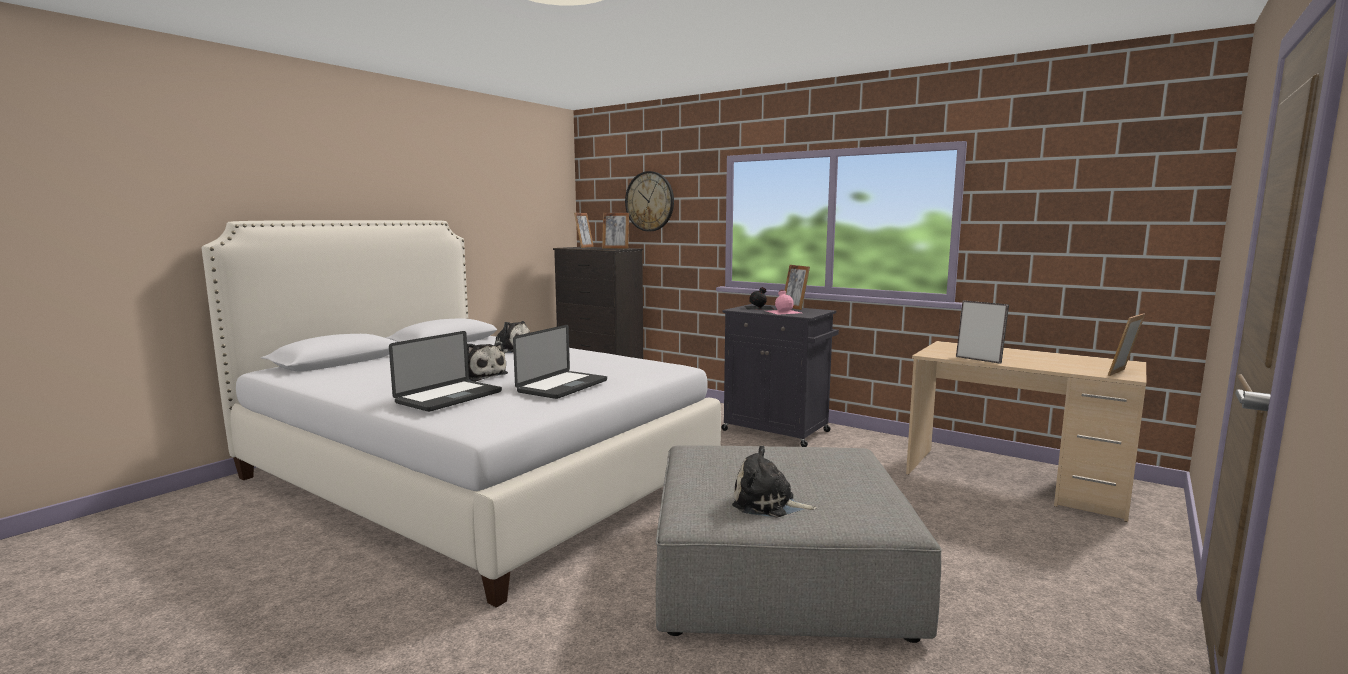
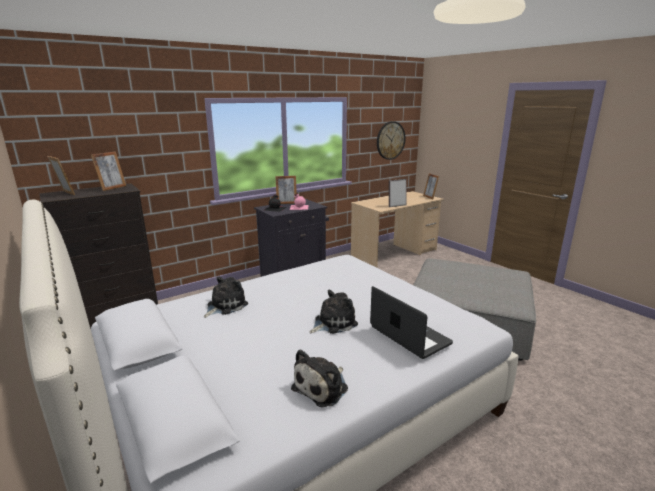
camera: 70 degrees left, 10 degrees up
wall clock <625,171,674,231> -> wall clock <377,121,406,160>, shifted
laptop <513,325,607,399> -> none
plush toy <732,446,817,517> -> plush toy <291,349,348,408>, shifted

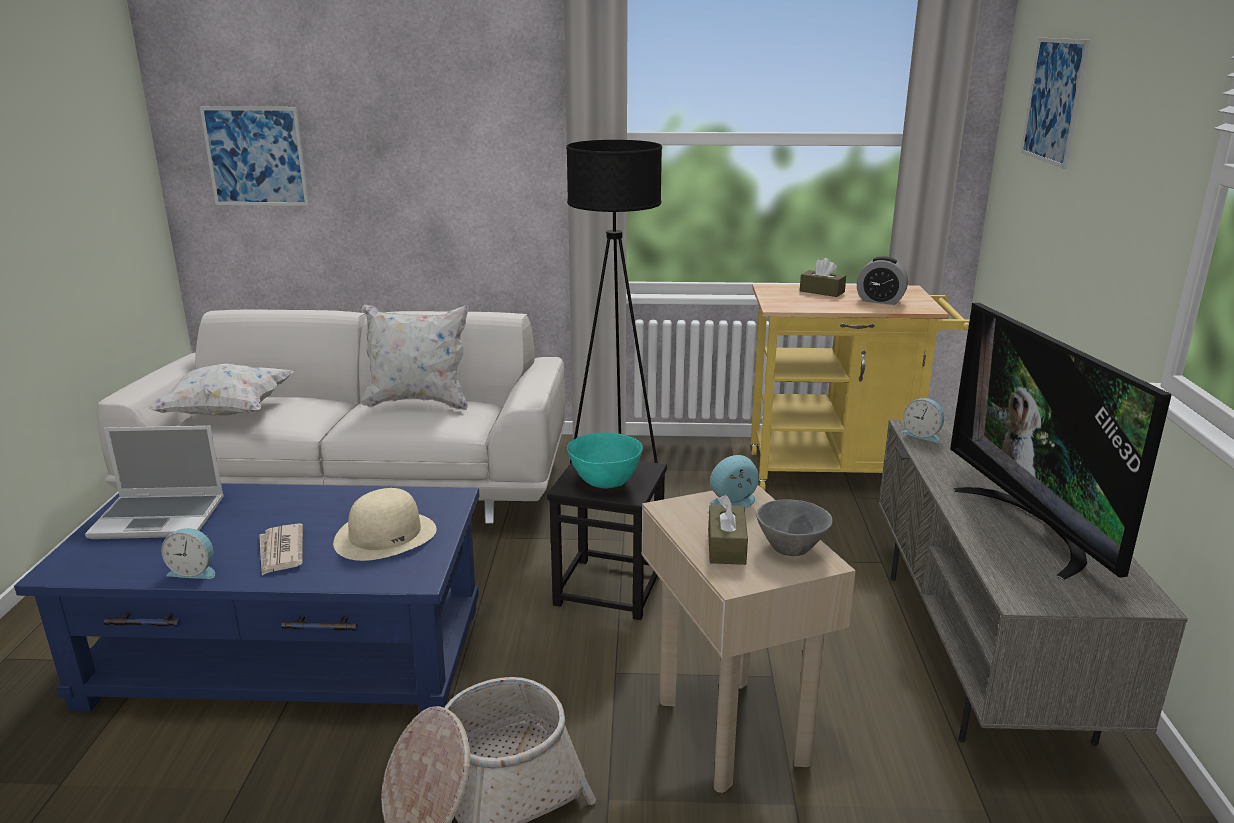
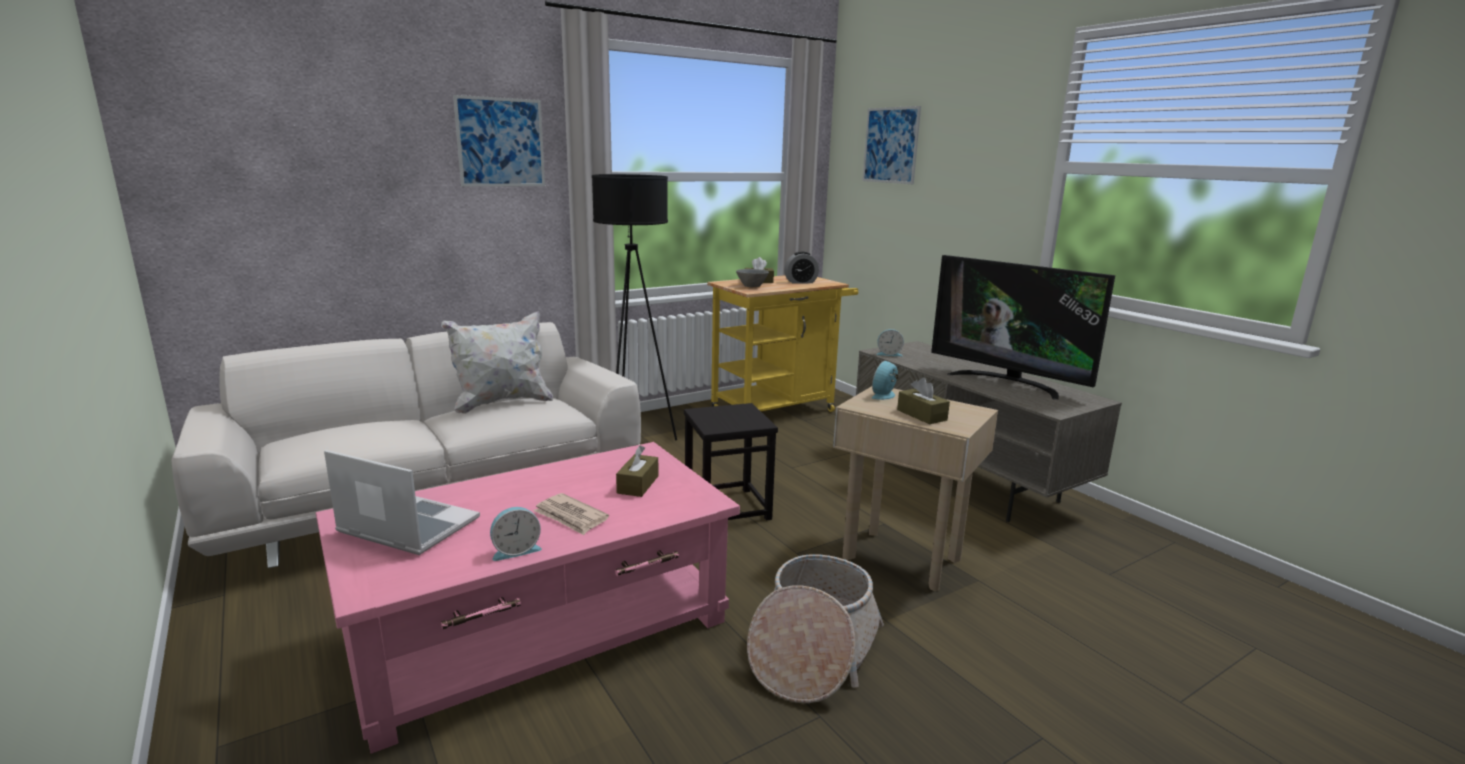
camera: 35 degrees left, 5 degrees down
picture <200,107,309,206> -> picture <453,95,545,187>, shifted
white pillow <146,363,294,416> -> none
laptop <85,426,224,539> -> laptop <324,450,480,555>, 120 degrees counterclockwise
turquoise bowl <567,433,643,489> -> none
blue coffee table <14,483,479,713> -> pink coffee table <315,442,740,754>
beige hat <333,488,437,561> -> brown tissue box <616,445,658,497>
grey bowl <756,499,833,556> -> grey bowl <736,269,769,287>, shifted

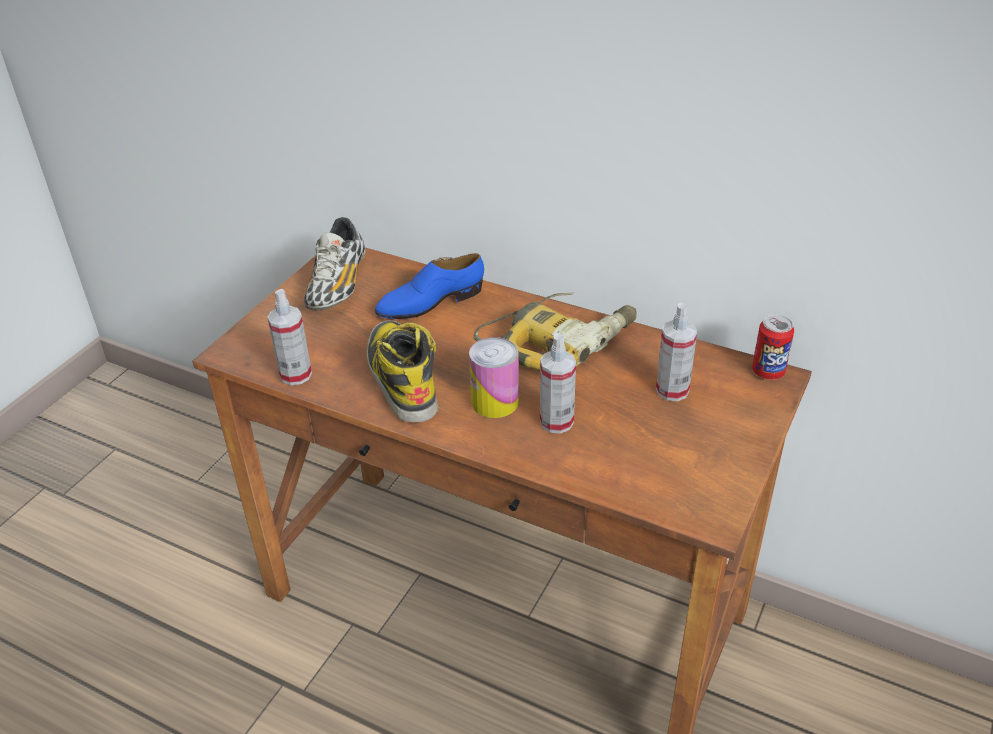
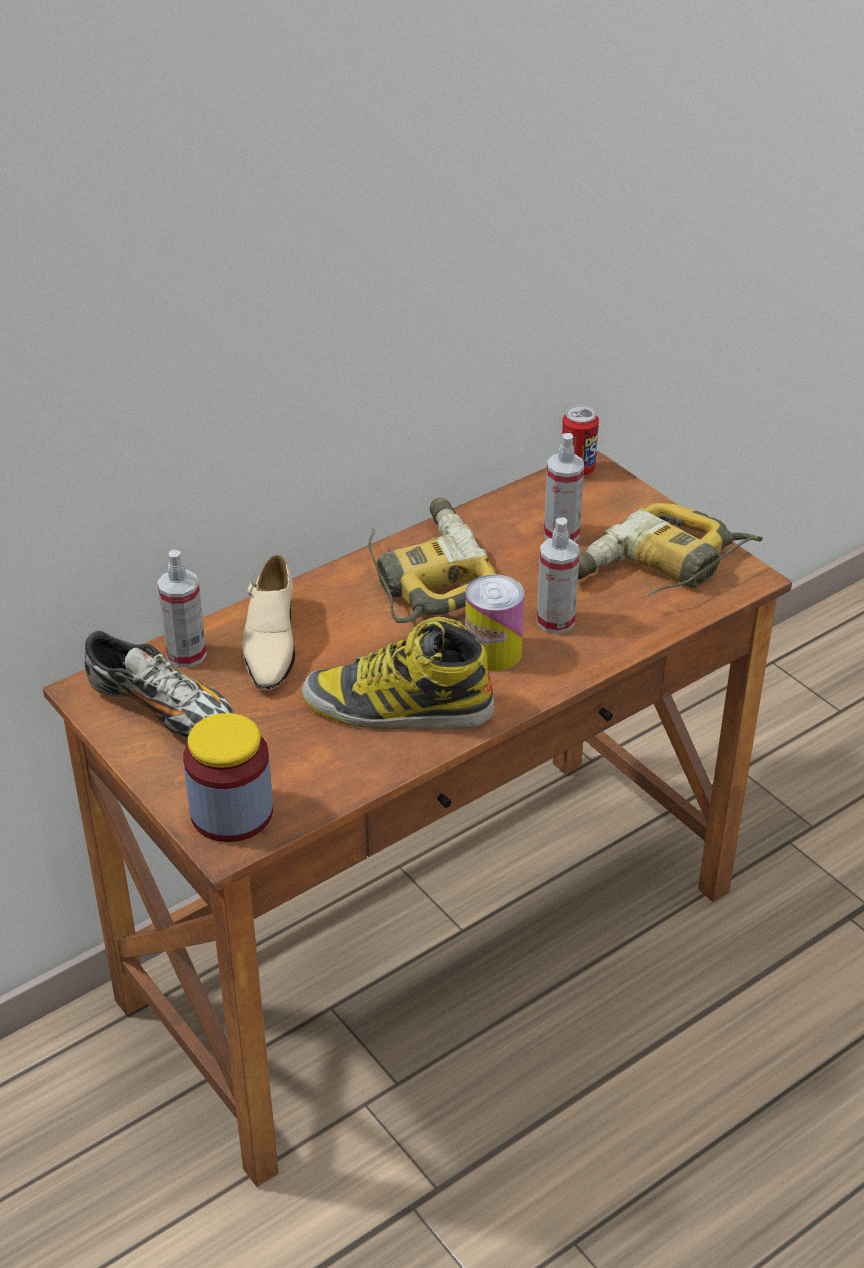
camera: 65 degrees left, 0 degrees up
blue shoe <375,253,484,319> -> beige shoe <242,555,295,690>
spray bottle <267,289,312,385> -> spray bottle <157,550,207,667>, shifted
none -> power drill <578,503,763,596>
none -> jar <183,713,273,842>

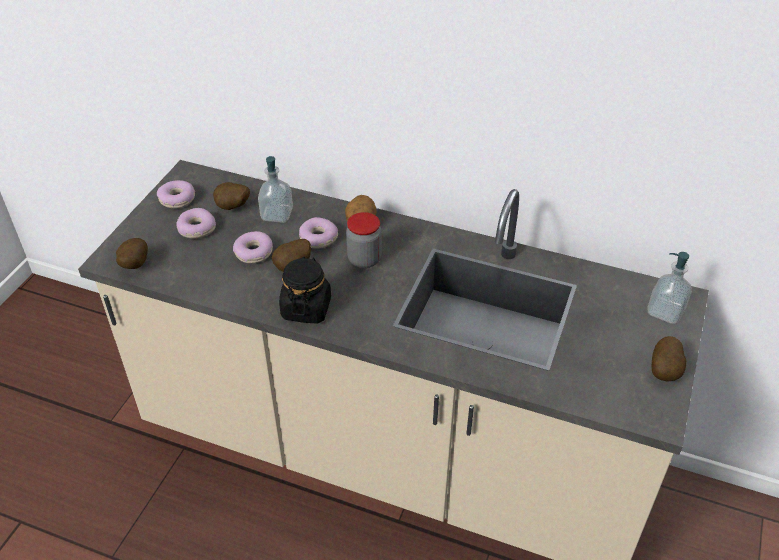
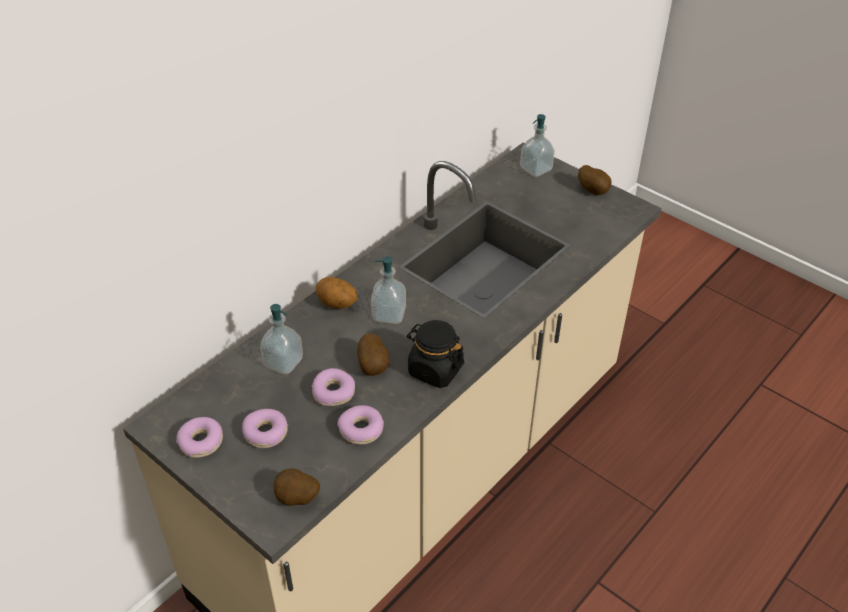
camera: 70 degrees left, 0 degrees up
potato <213,182,250,210> -> none
jar <346,212,382,268> -> soap dispenser <371,257,406,324>
donut <299,217,338,249> -> donut <337,405,384,445>, shifted

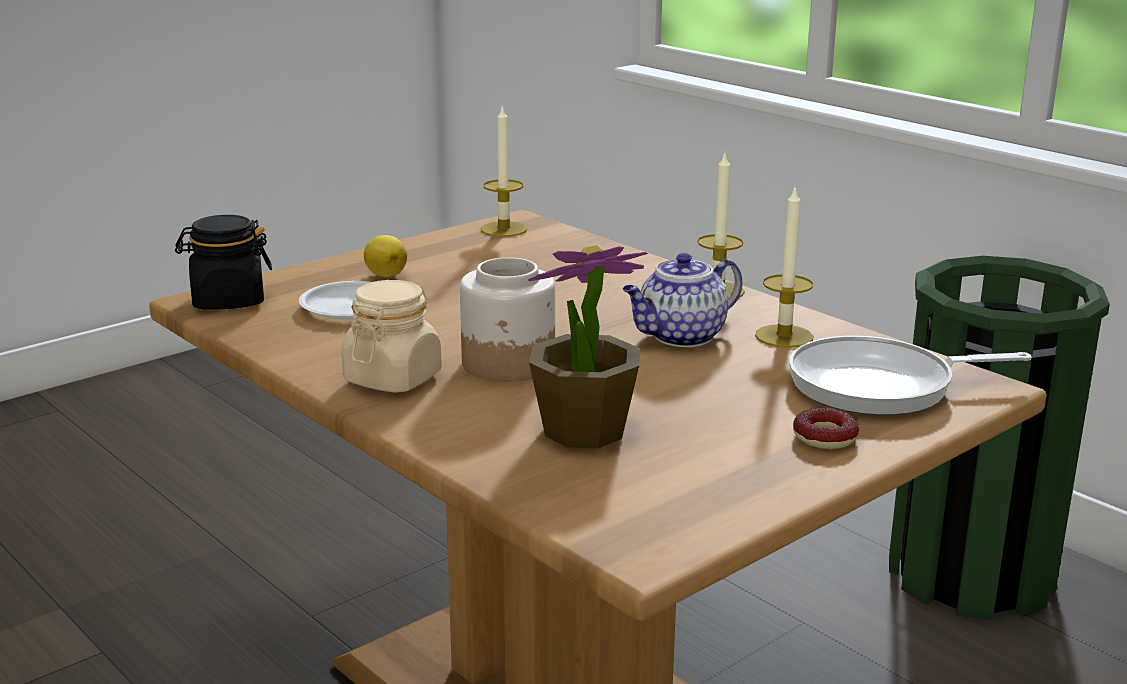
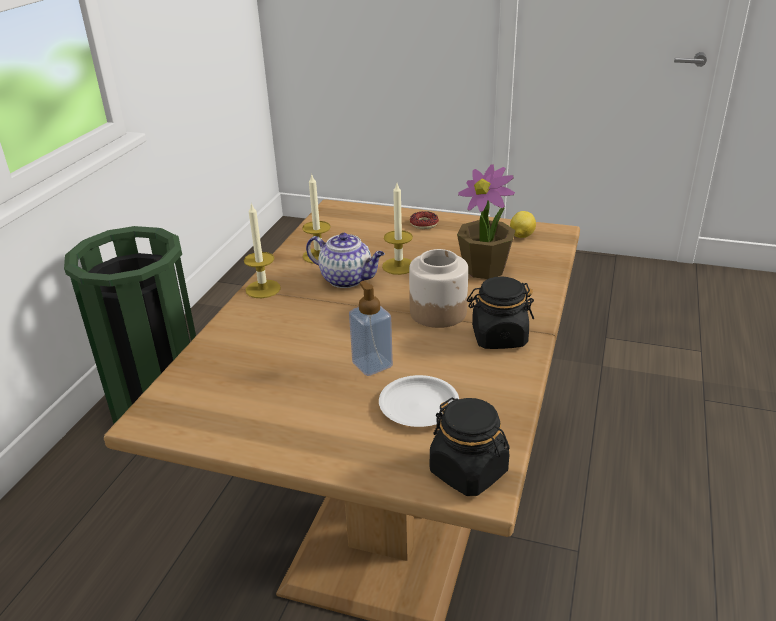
camera: 120 degrees left, 10 degrees up
candle <481,104,527,237> -> candle <382,183,413,275>, shifted
lemon <364,235,407,277> -> lemon <510,211,536,238>, shifted
beige jar <341,280,442,393> -> black jar <467,276,534,349>
frying pan <789,336,1032,415> -> none
none -> soap dispenser <349,281,393,376>

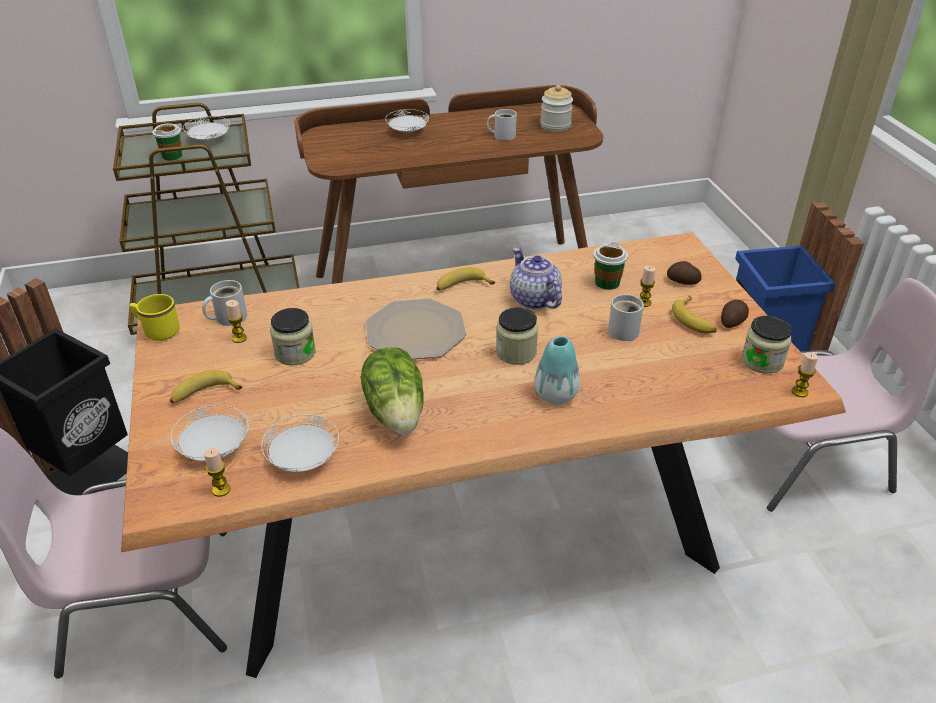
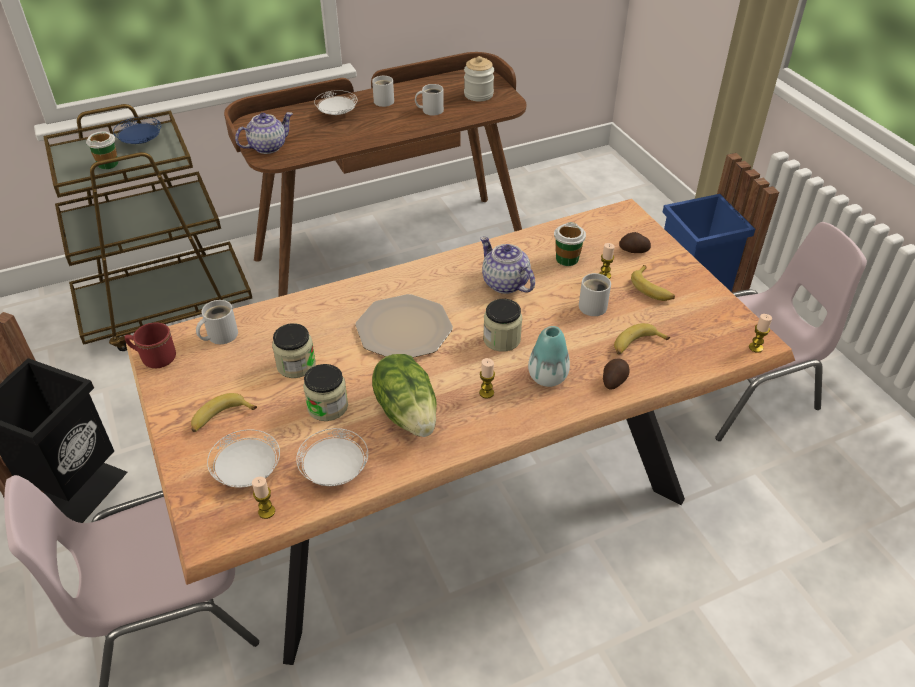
camera: 10 degrees left, 5 degrees up
white plate <183,116,230,140> -> blue plate <113,117,161,144>
banana <437,267,495,291> -> banana <614,323,670,354>, shifted
yellow mug <130,294,180,341> -> red mug <125,322,176,368>
candle <226,300,247,343> -> candle <479,358,495,398>, shifted
potato <721,300,749,328> -> potato <603,359,630,390>, shifted
jar <742,316,792,374> -> jar <303,364,348,421>, shifted
none -> white mug <372,76,394,107>
none -> teapot <235,112,293,154>

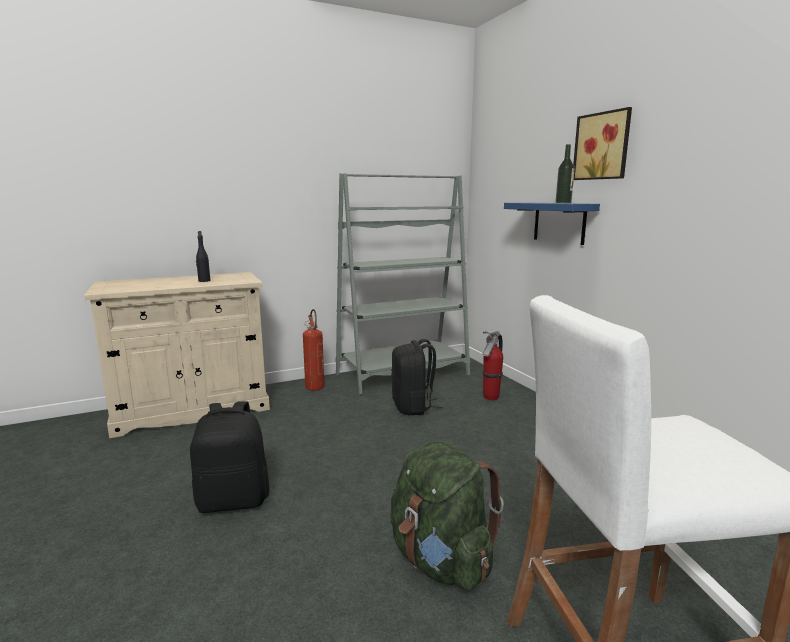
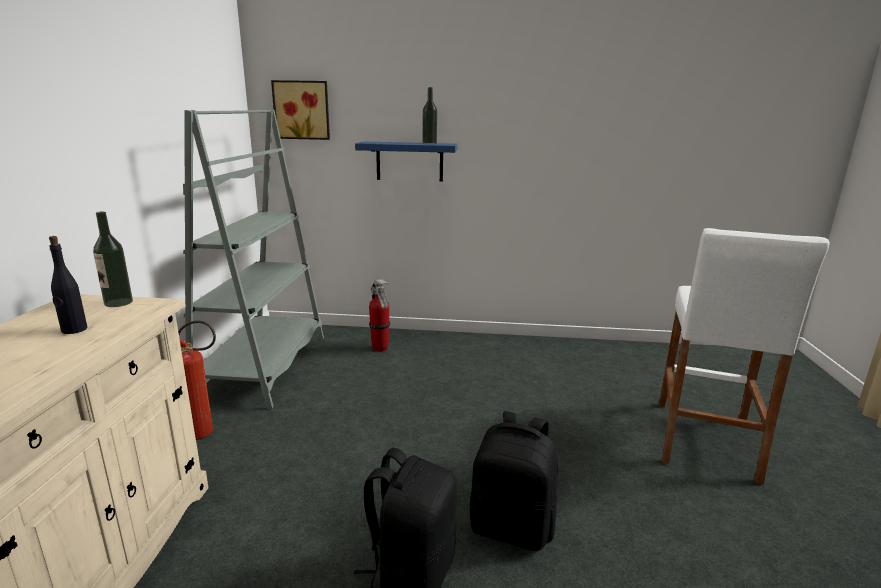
camera: 60 degrees left, 5 degrees up
picture <573,107,632,180> -> picture <271,80,330,140>, shifted
black backpack <391,339,443,415> -> black backpack <470,411,557,551>, shifted
green backpack <391,441,504,591> -> none
none -> bottle <93,211,133,307>

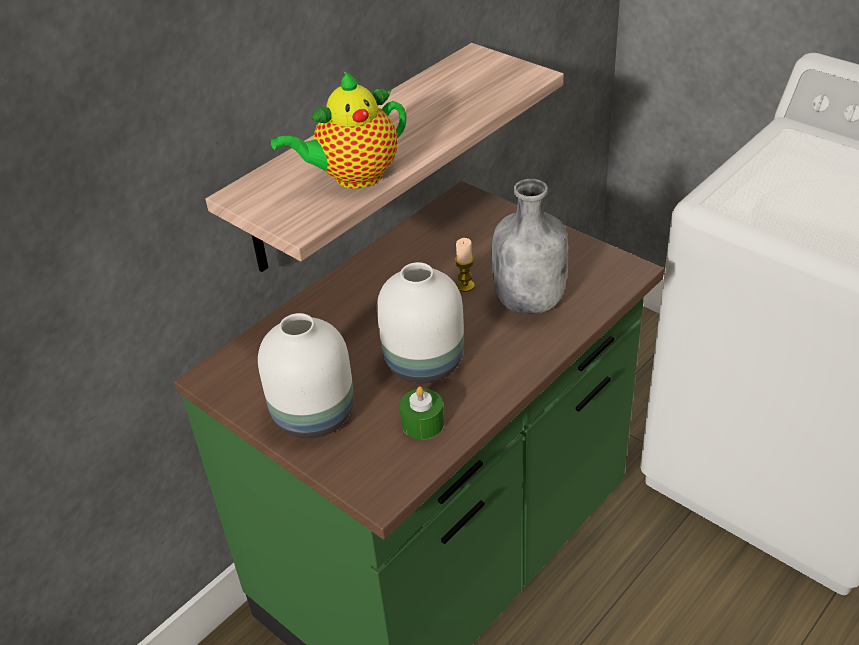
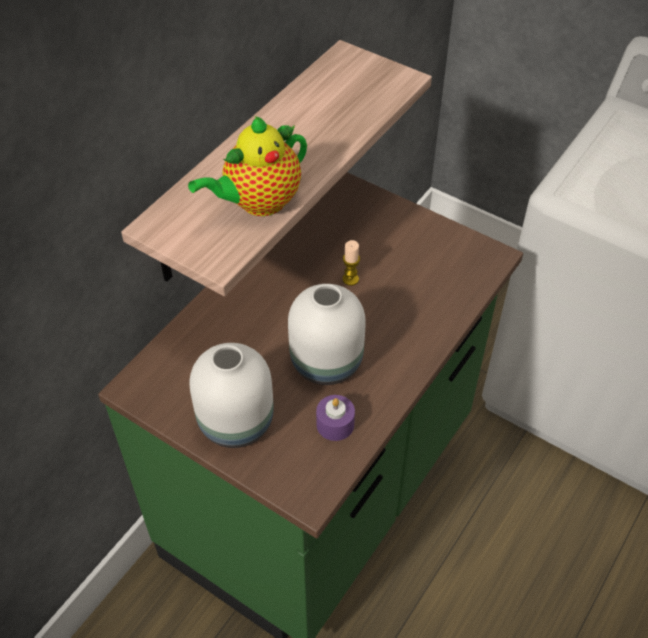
camera: 10 degrees left, 10 degrees up
grey bottle <492,179,568,315> -> none
green candle <399,386,444,440> -> purple candle <316,395,355,441>

